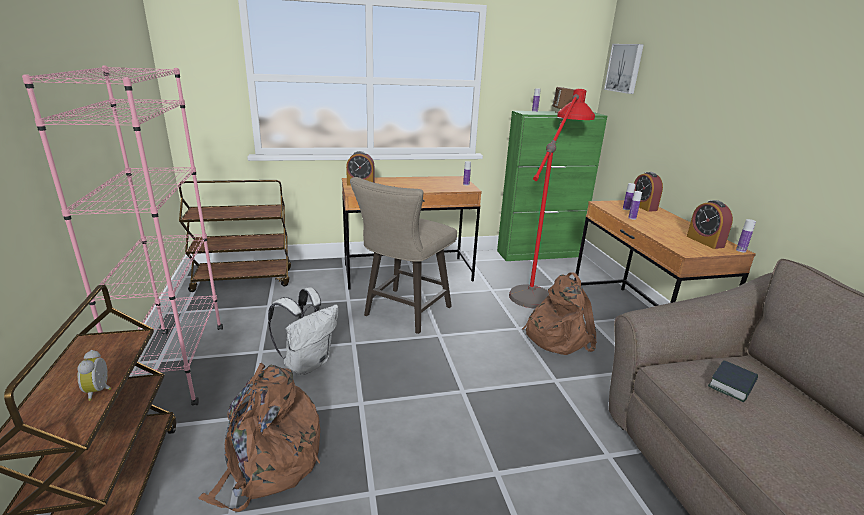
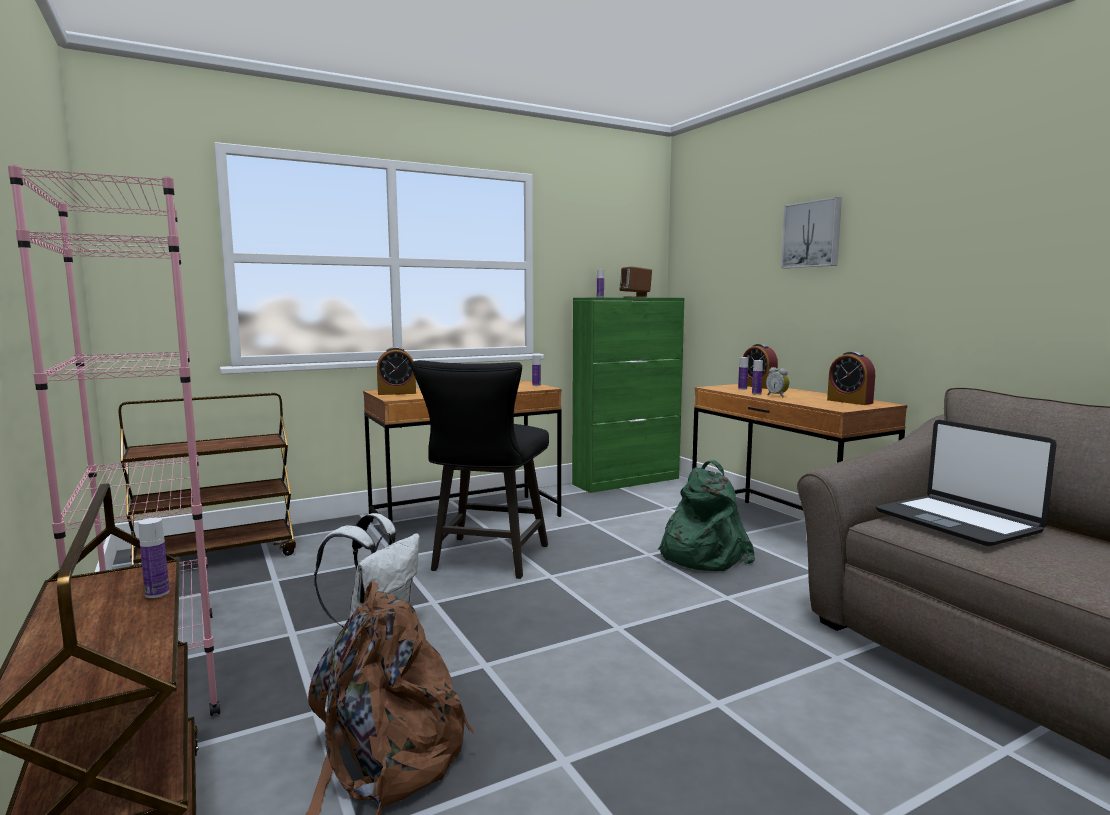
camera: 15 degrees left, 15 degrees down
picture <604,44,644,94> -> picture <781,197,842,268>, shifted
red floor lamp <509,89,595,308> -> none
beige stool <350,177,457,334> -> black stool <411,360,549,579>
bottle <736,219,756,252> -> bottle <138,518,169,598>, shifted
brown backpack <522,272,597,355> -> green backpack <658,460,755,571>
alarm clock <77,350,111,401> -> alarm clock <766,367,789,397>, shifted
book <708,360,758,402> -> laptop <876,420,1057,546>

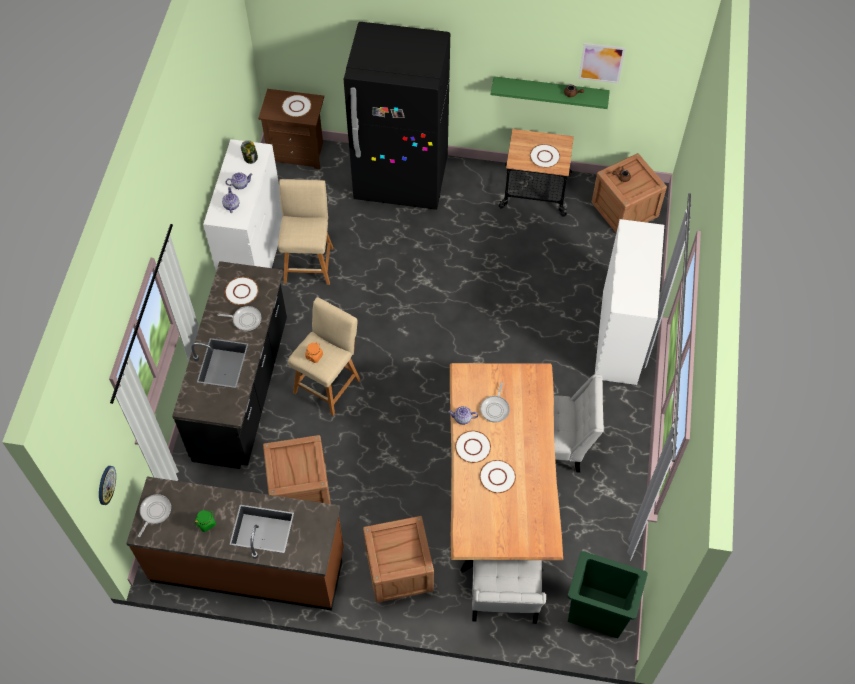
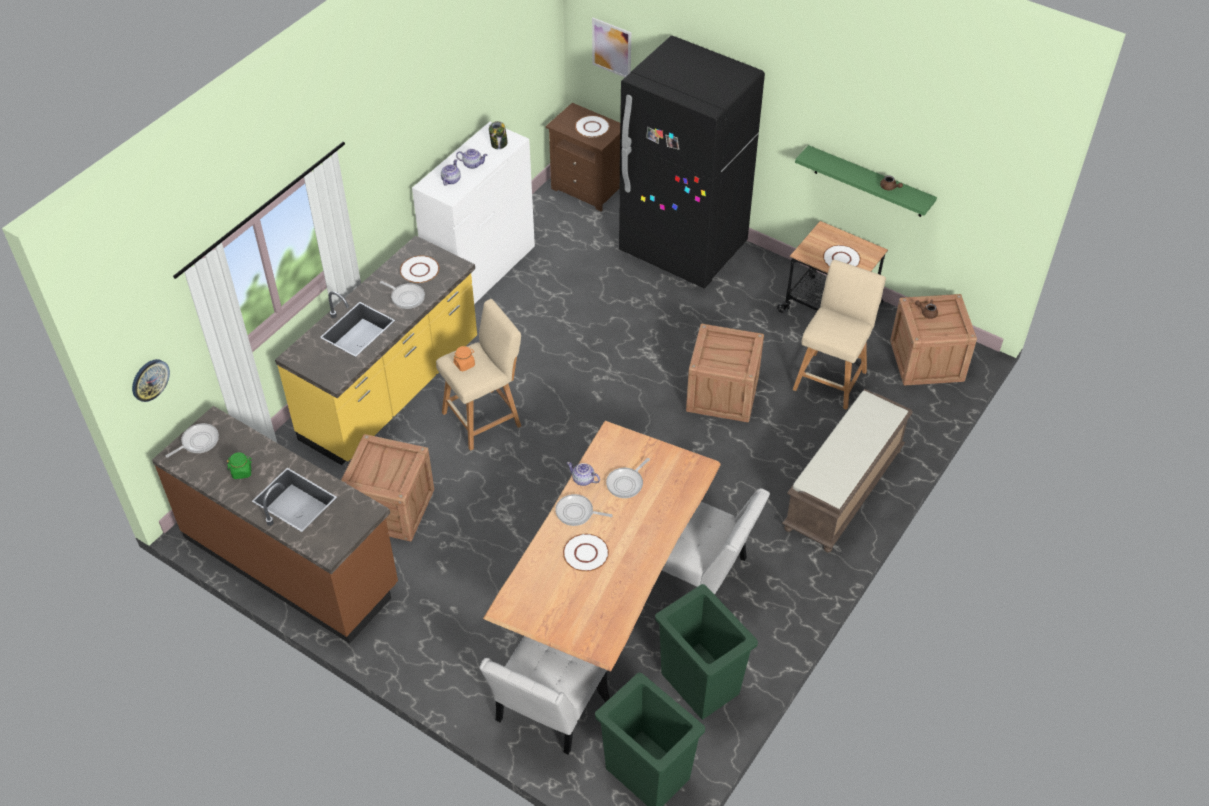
camera: 25 degrees right, 10 degrees down
picture <578,43,626,84> -> picture <592,18,631,77>, shifted
beige stool <278,179,333,285> -> beige stool <793,260,886,410>, shifted
white dresser <595,219,664,386> -> brown bench <782,389,913,552>
black counter <172,261,287,469> -> yellow counter <275,236,477,465>
white plate <455,431,491,463> -> frying pan <555,494,613,526>
crate <363,516,434,603> -> crate <686,324,764,422>, shifted
none -> green trash can <655,584,758,720>

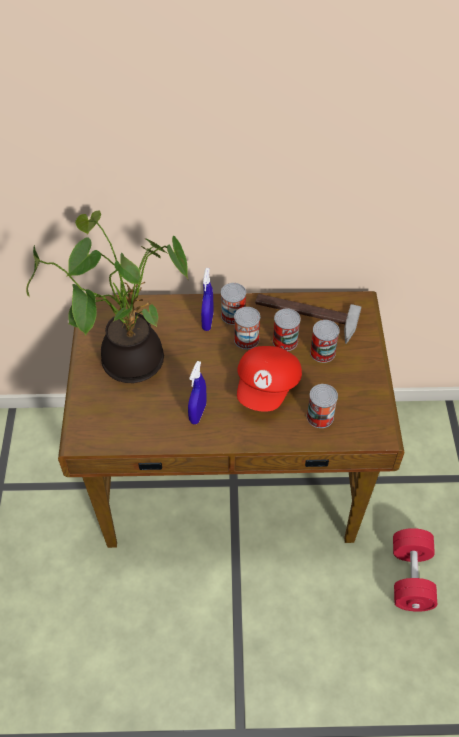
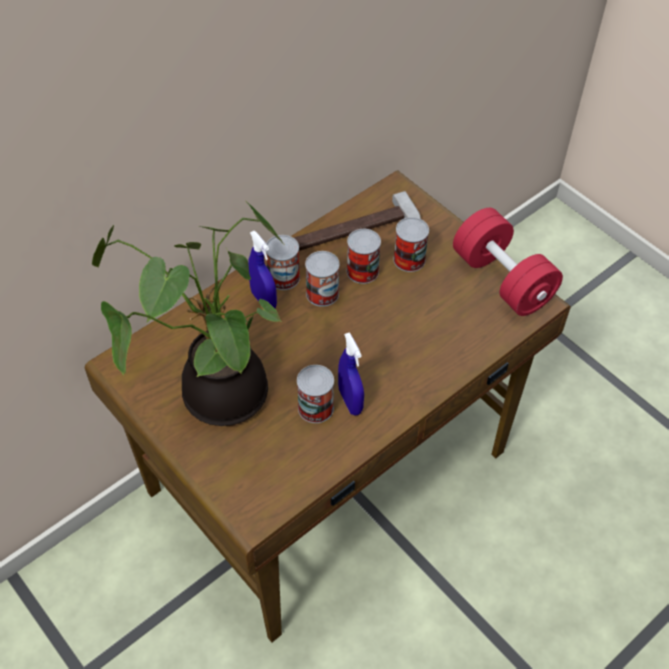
camera: 40 degrees left, 0 degrees up
red cap <237,346,302,412> -> none
can <307,384,338,428> -> can <297,365,334,423>, shifted
red dumbbell <393,528,437,612> -> red dumbbell <453,208,563,316>, shifted

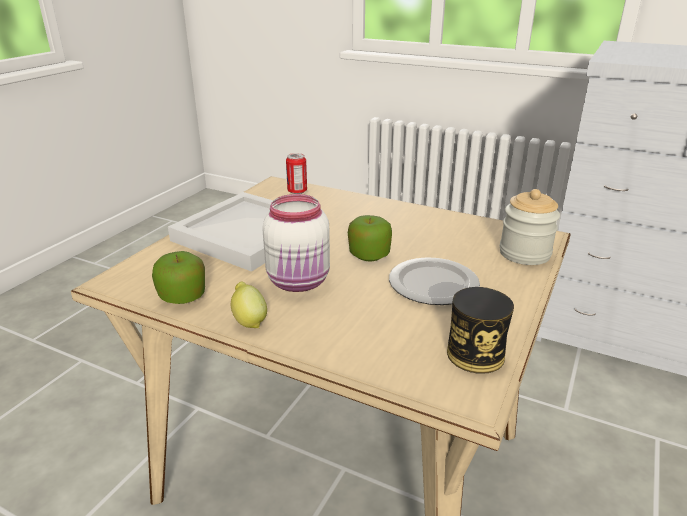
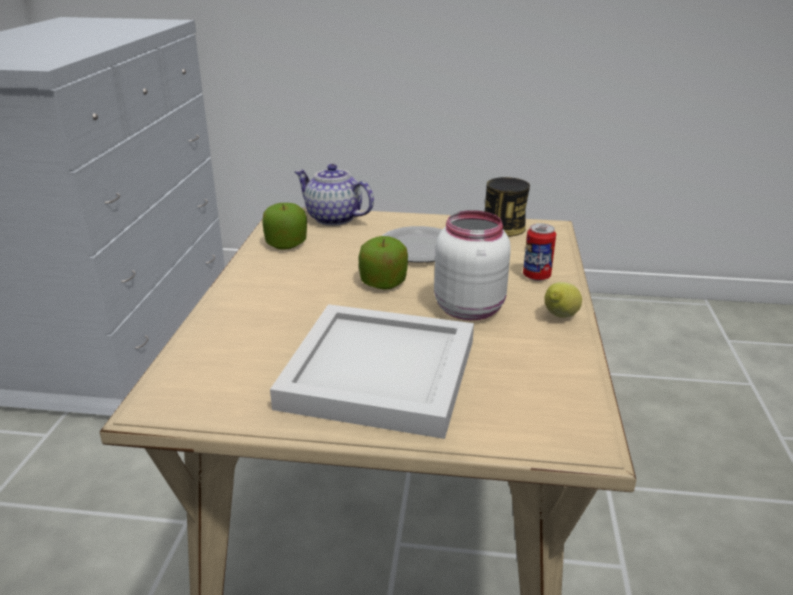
camera: 110 degrees left, 0 degrees up
can <286,153,307,194> -> can <523,223,556,281>, shifted
jar <500,189,560,265> -> teapot <294,164,374,226>
apple <152,251,205,304> -> apple <262,203,307,250>, shifted

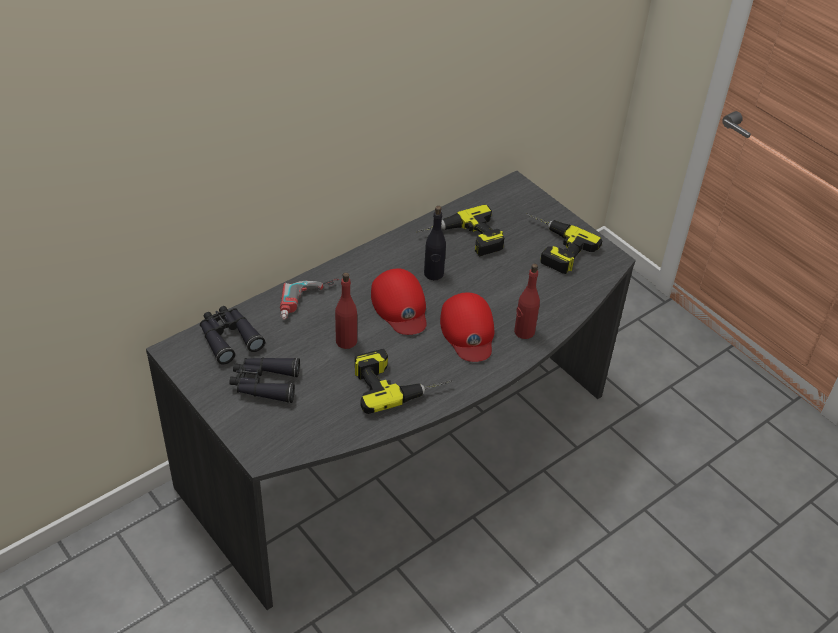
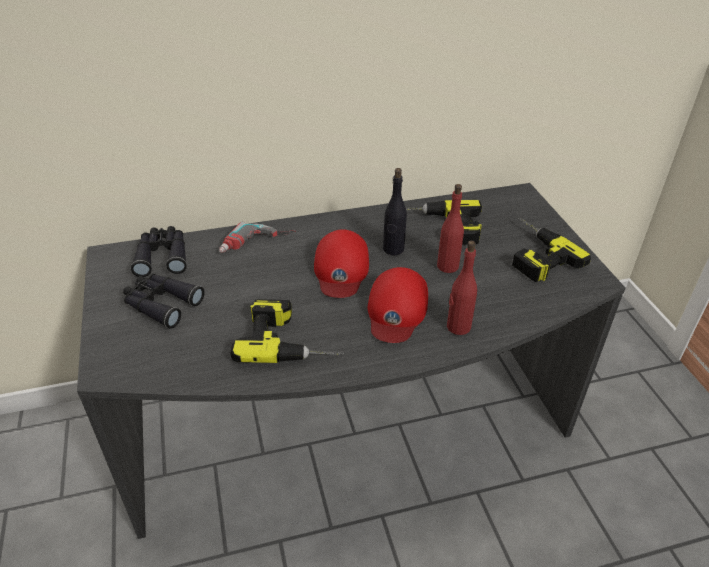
camera: 25 degrees right, 5 degrees down
red bottle <335,272,357,349> -> red bottle <437,184,464,273>, shifted

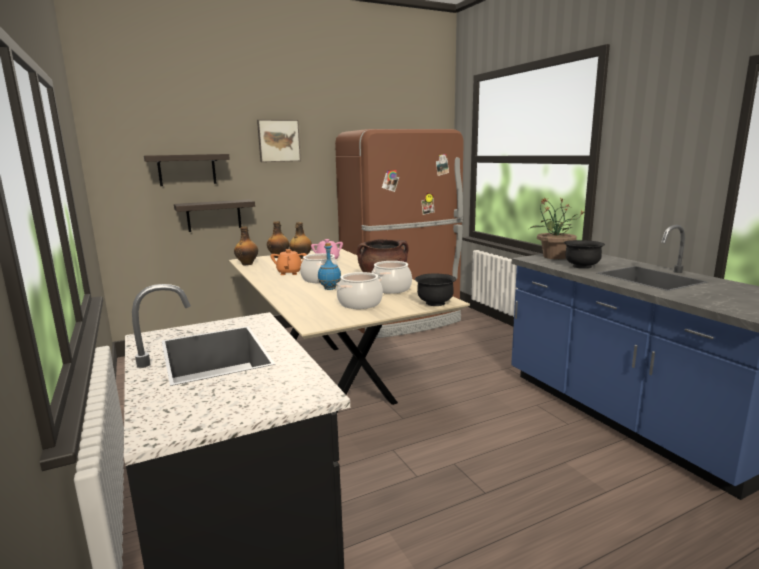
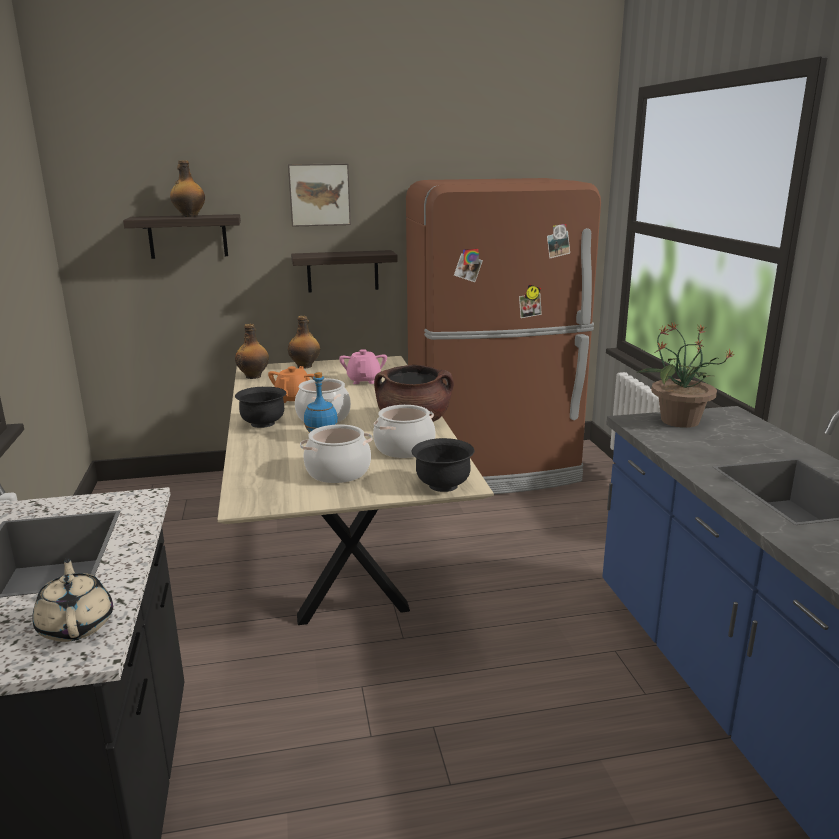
camera: 15 degrees right, 5 degrees up
shelf <174,200,255,232> -> shelf <291,250,398,293>, shifted
bottle <289,222,312,259> -> bottle <170,160,205,217>, shifted
black bowl <564,240,605,269> -> black bowl <235,387,286,428>, shifted
none -> beige teapot <32,558,113,642>

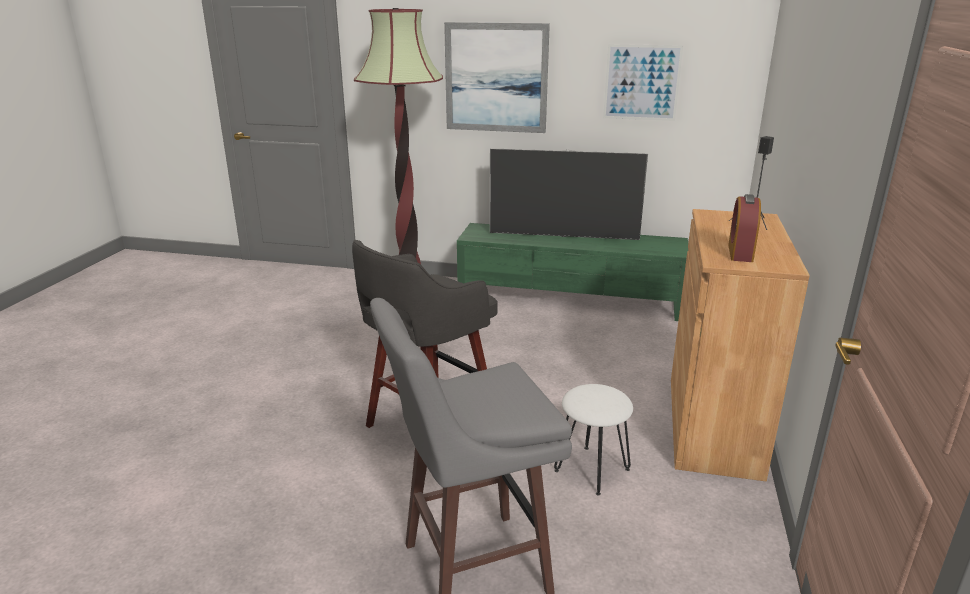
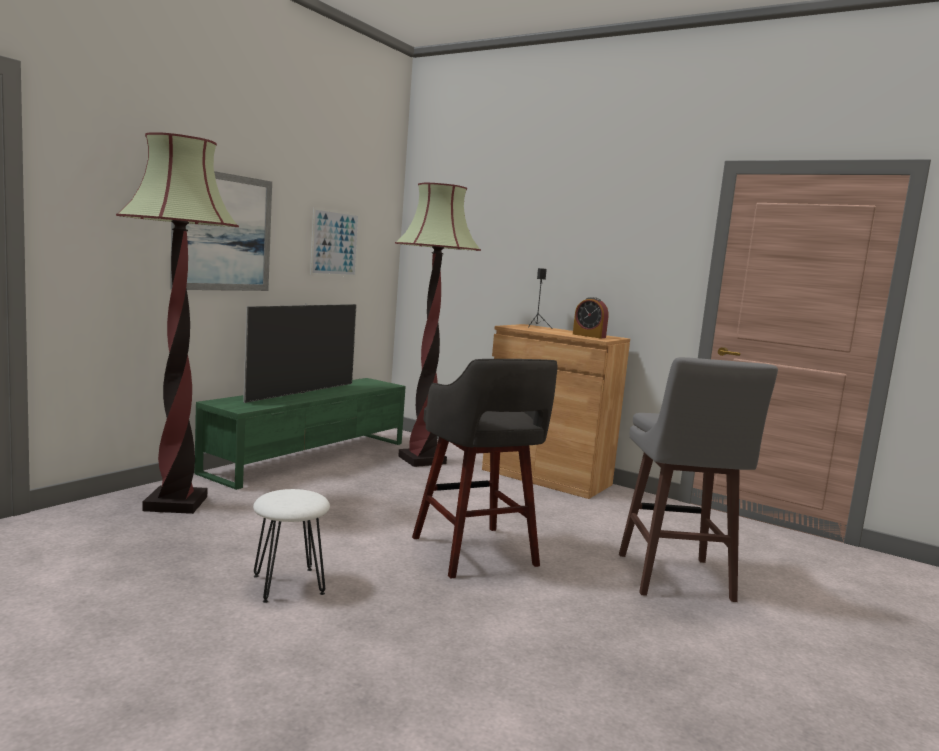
camera: 70 degrees left, 15 degrees down
white stool <554,384,633,496> -> white stool <253,489,330,603>, shifted
none -> floor lamp <395,183,481,467>

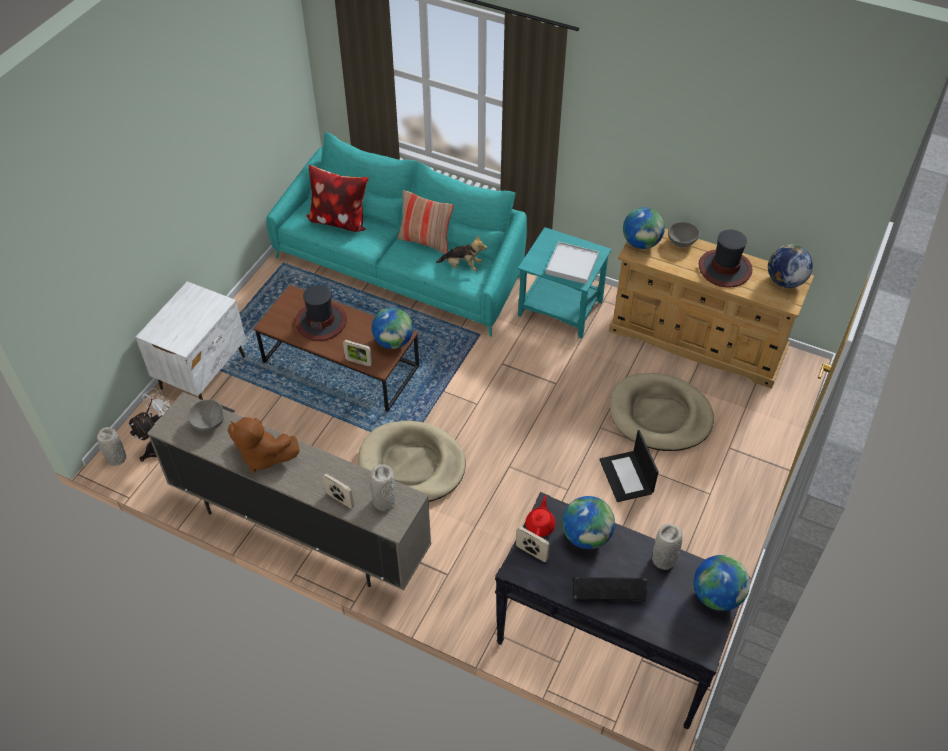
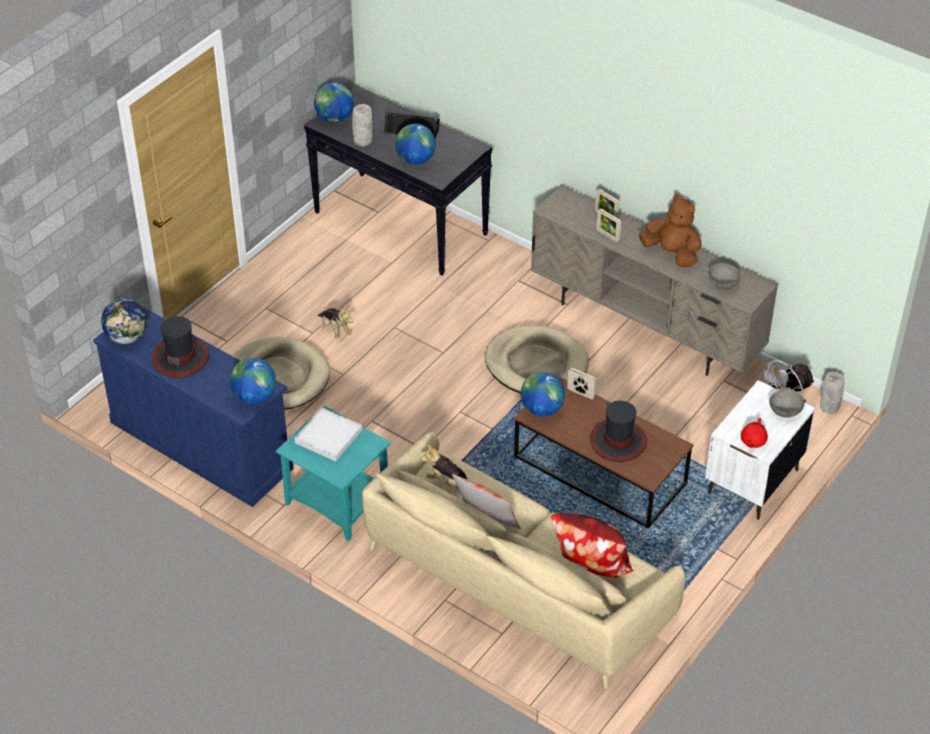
camera: 170 degrees left, 5 degrees down
turquoise sofa <266,132,527,337> -> beige sofa <362,431,685,689>
grey bowl <668,222,700,247> -> grey bowl <769,389,805,418>, shifted
beige dresser <609,228,814,389> -> blue dresser <93,307,293,507>
laptop <599,430,659,502> -> plush toy <317,307,354,339>
grey vase <370,464,396,511> -> none
red teapot <525,495,555,537> -> red teapot <741,418,768,448>, shifted
picture frame <516,526,550,562> -> picture frame <596,208,621,242>, shifted

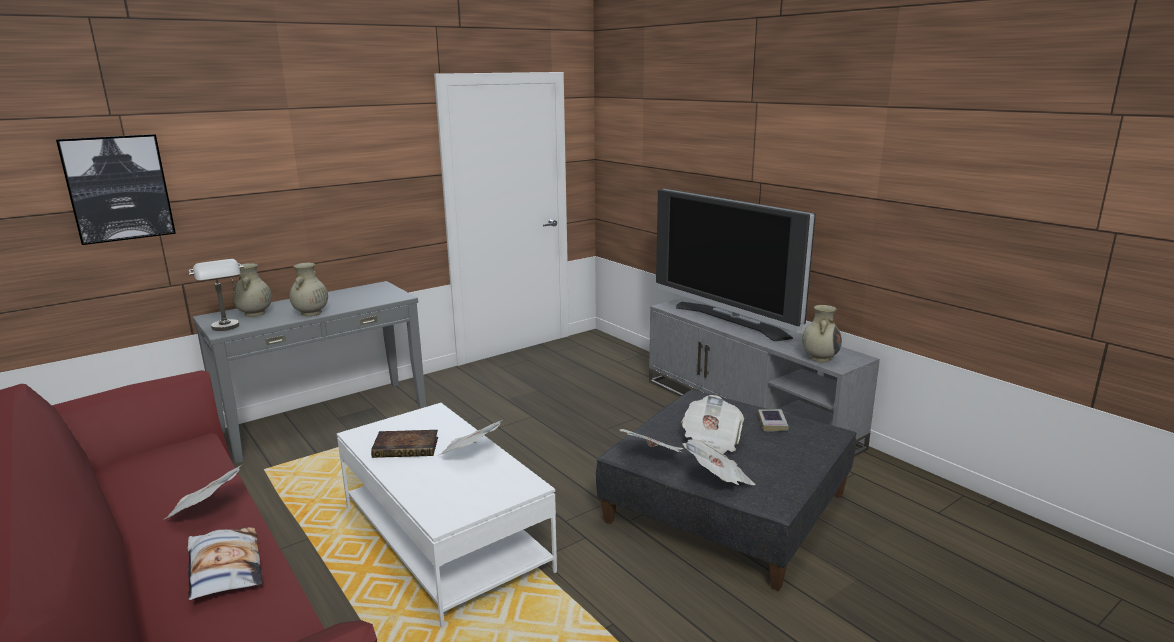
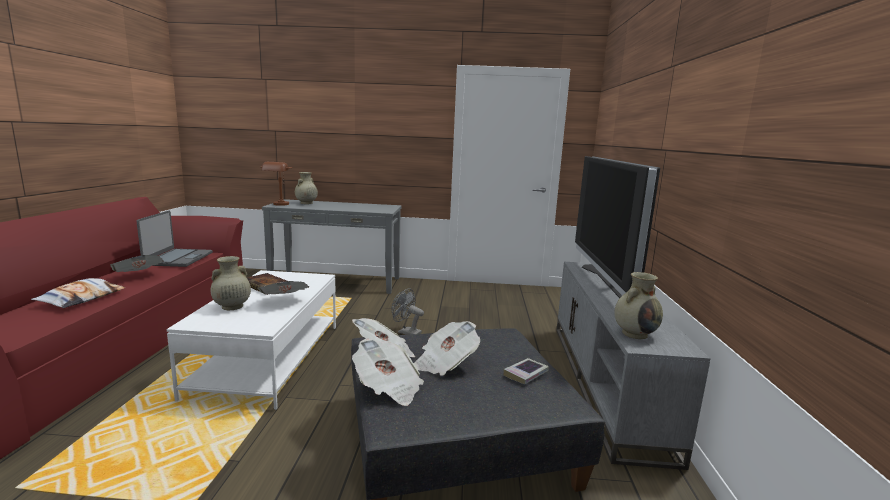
camera: 40 degrees right, 5 degrees down
picture <56,134,176,245> -> none
grey table lamp <189,259,244,331> -> brown table lamp <261,162,292,206>
beige vase <289,263,328,316> -> beige vase <210,256,251,310>, shifted
none -> laptop <136,211,213,267>
none -> grey fan <391,288,424,335>

